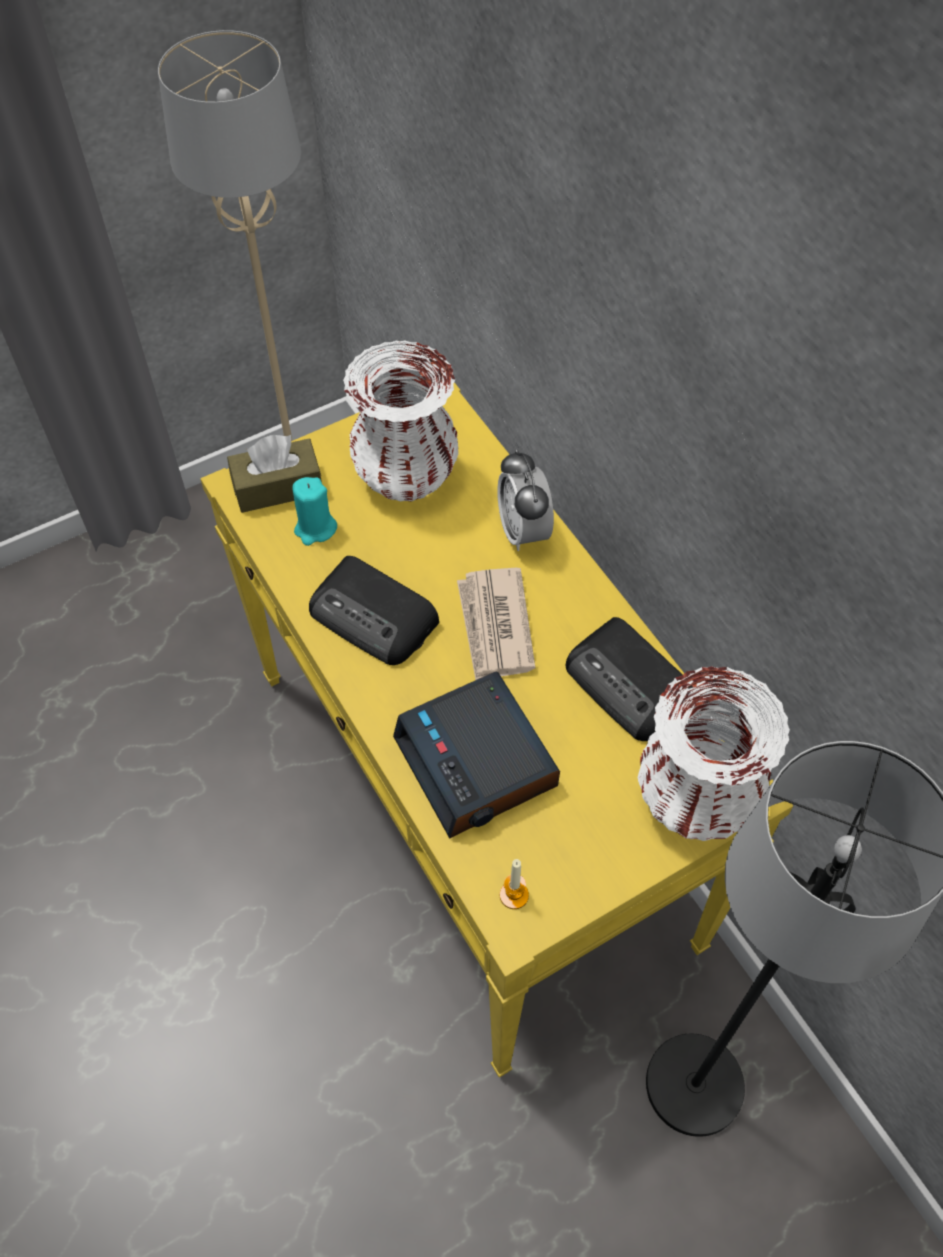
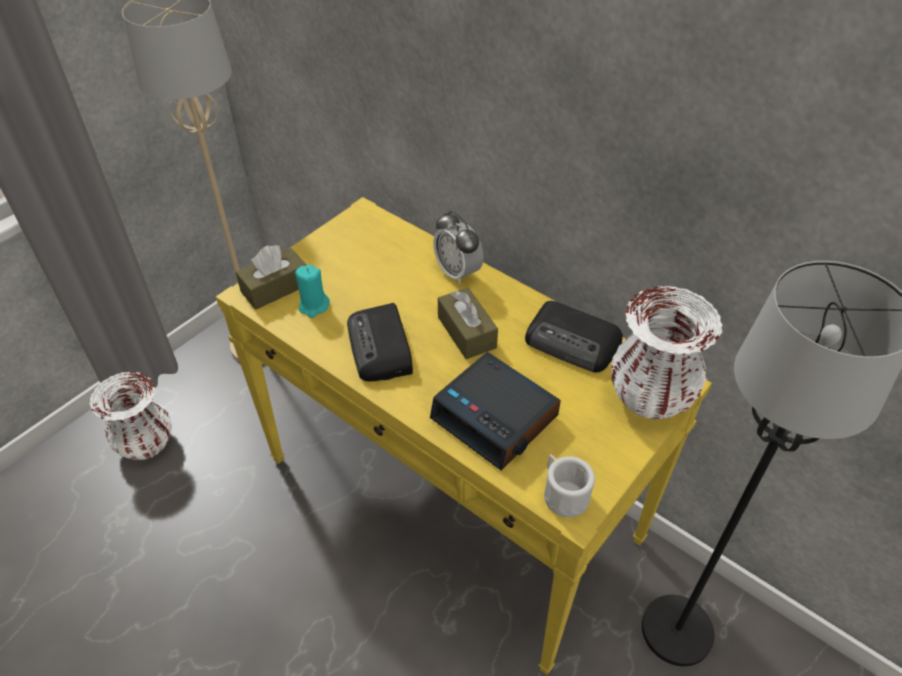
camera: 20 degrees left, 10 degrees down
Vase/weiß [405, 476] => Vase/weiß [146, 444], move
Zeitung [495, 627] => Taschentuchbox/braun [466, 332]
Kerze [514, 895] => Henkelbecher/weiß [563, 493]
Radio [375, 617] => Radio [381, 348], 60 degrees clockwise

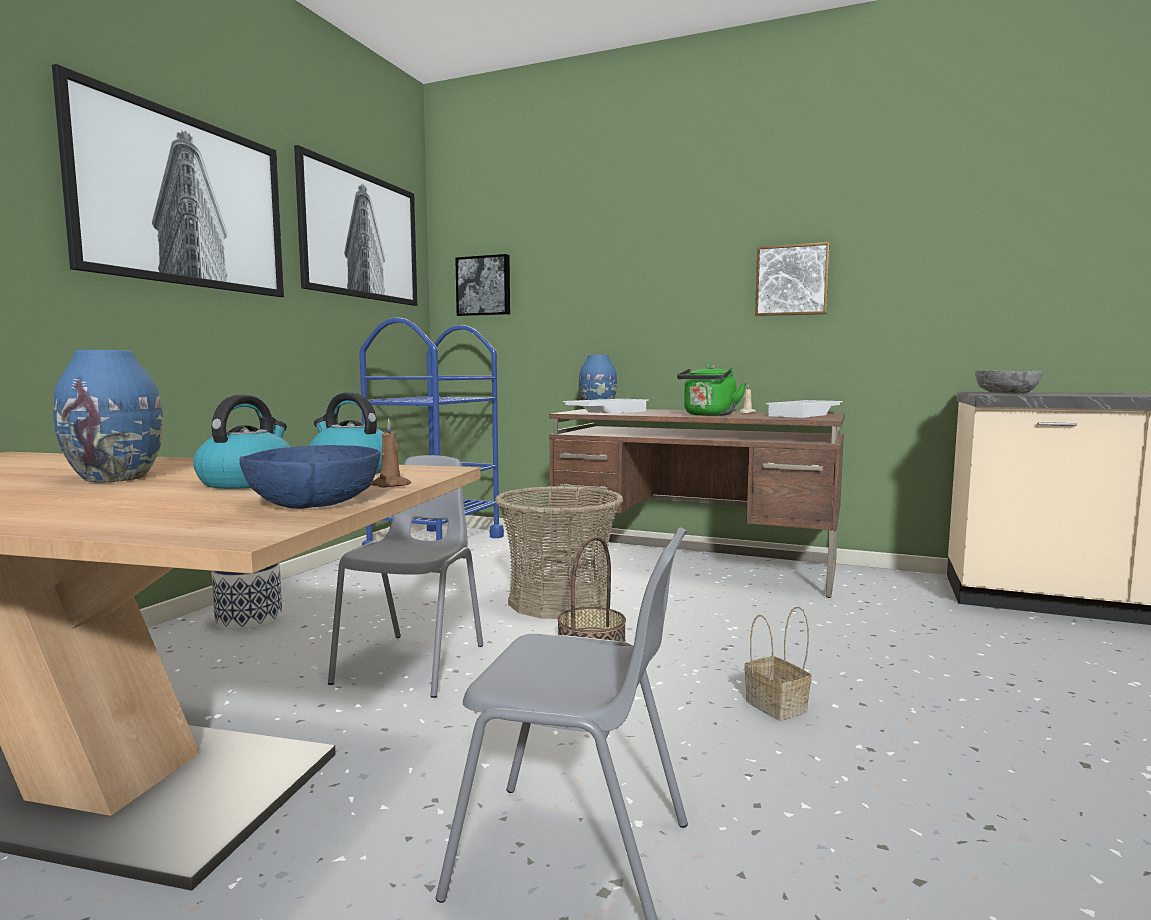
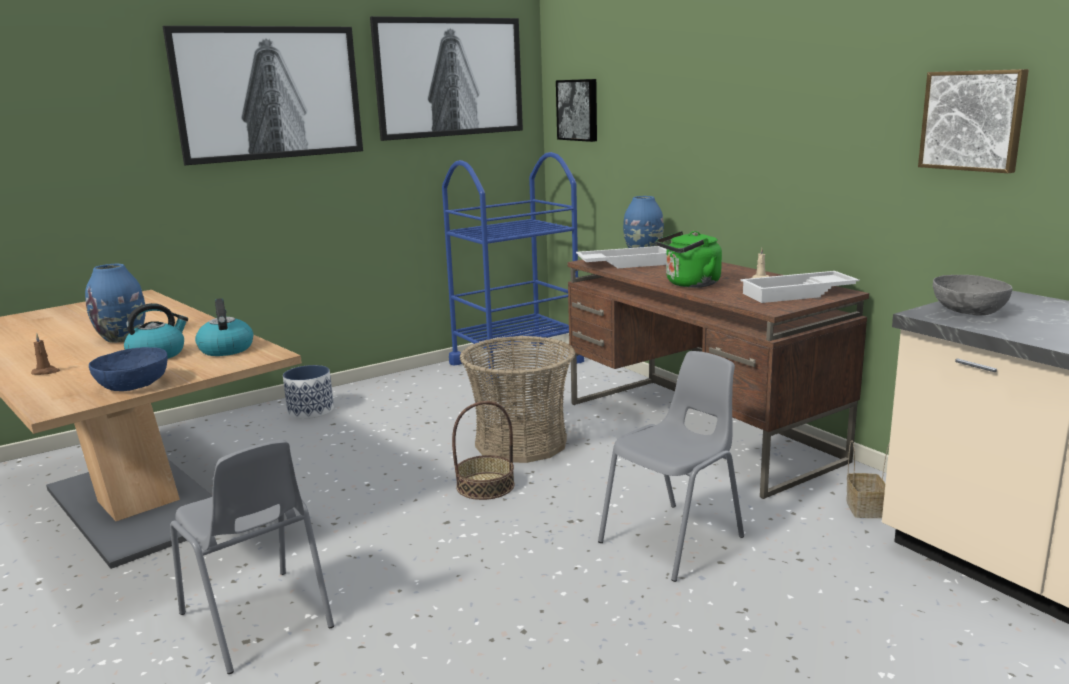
camera: 35 degrees right, 10 degrees up
Stuhl/grau [414, 663] => Stuhl/grau [674, 540], move
Kerze/braun [392, 485] => Kerze/braun [46, 372], move
Korb [778, 706] => Korb [866, 509], move
Bild [792, 280] => Bild [973, 120], move

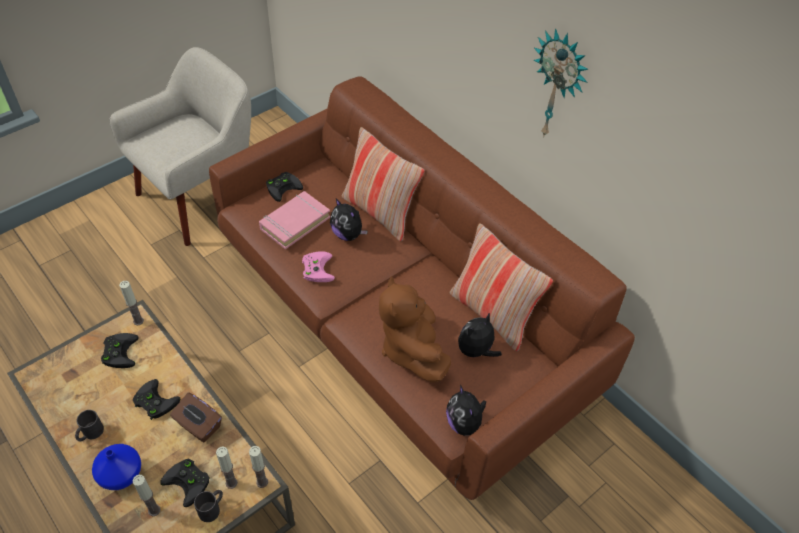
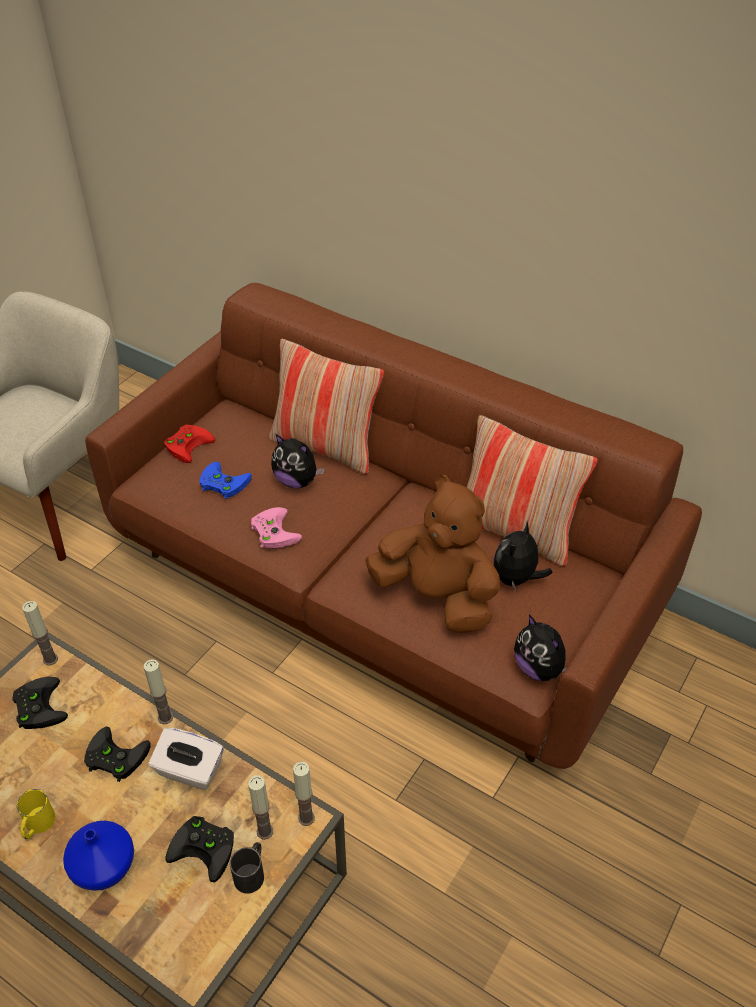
camera: 15 degrees left, 5 degrees down
Wanduhr [558, 86] => nothing
Kerze [154, 510] => Kerze [165, 717], move
Buch/rosa [294, 223] => Gamepad/blau [222, 483]
Henkelbecher/schwarz [90, 433] => Henkelbecher/gelb [37, 825]
Taschentuchbox/braun [198, 426] => Taschentuchbox/weiß [189, 771]
Gamepad/schwarz [283, 187] => Gamepad/rot [188, 444]
Plüschtier/braun [412, 349] => Plüschtier/braun [437, 597], 150 degrees clockwise

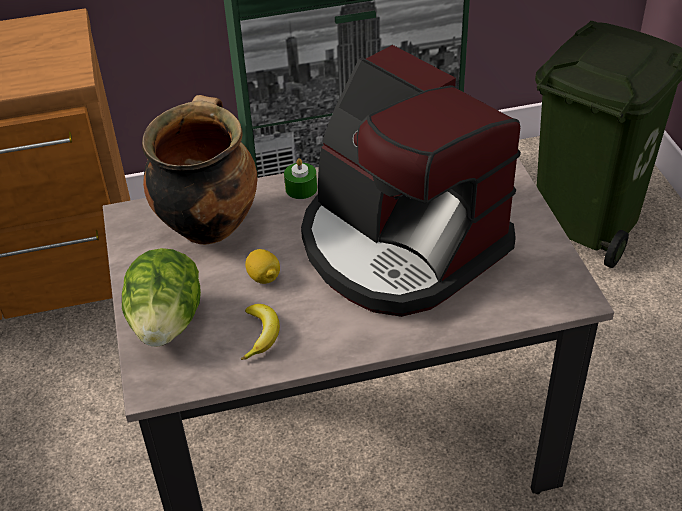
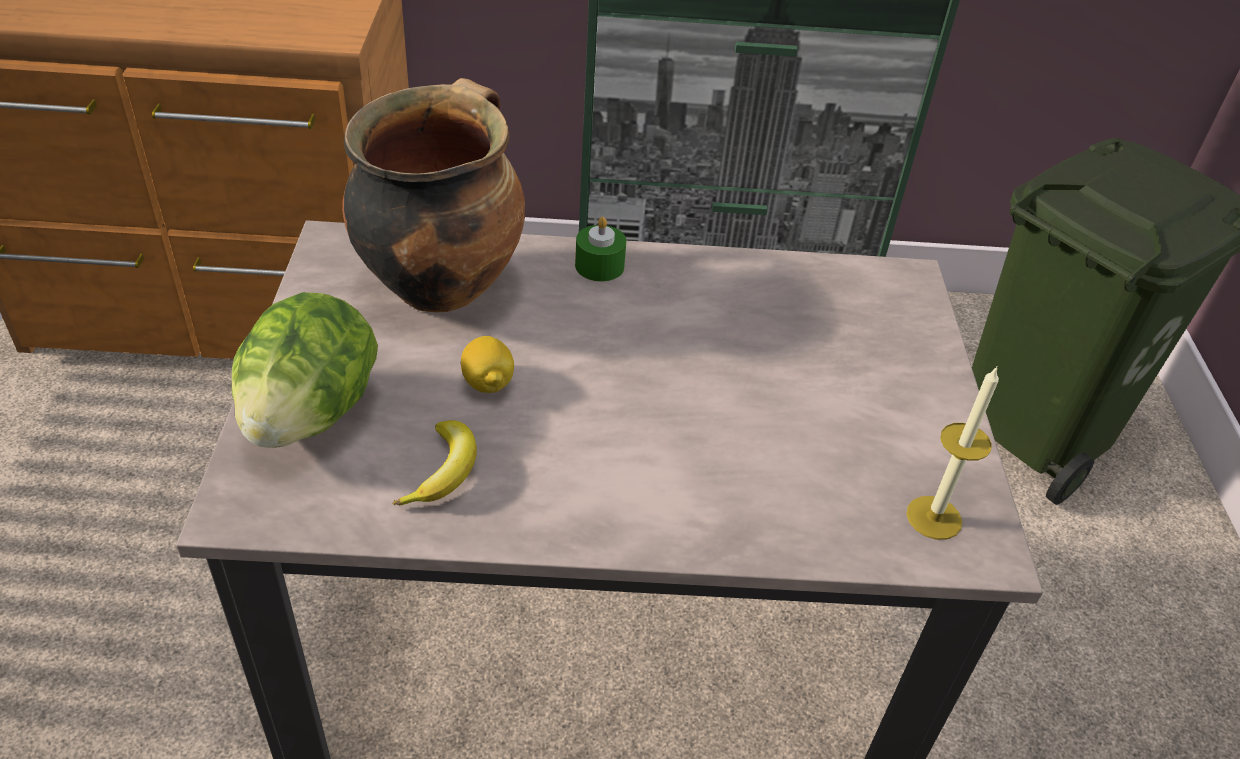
camera: 10 degrees right, 0 degrees up
Kaffeemaschine [400, 245] => nothing
nothing => Kerze [934, 517]

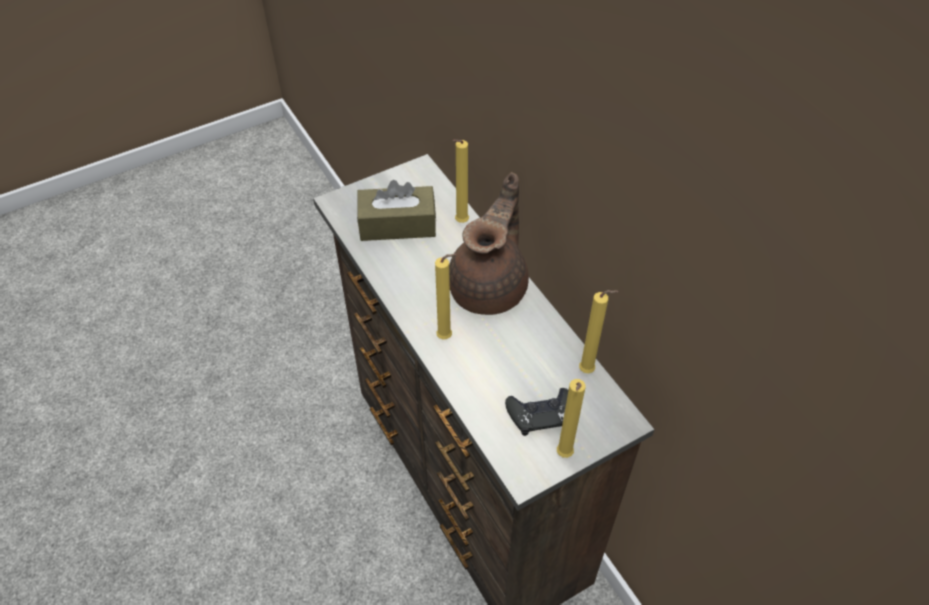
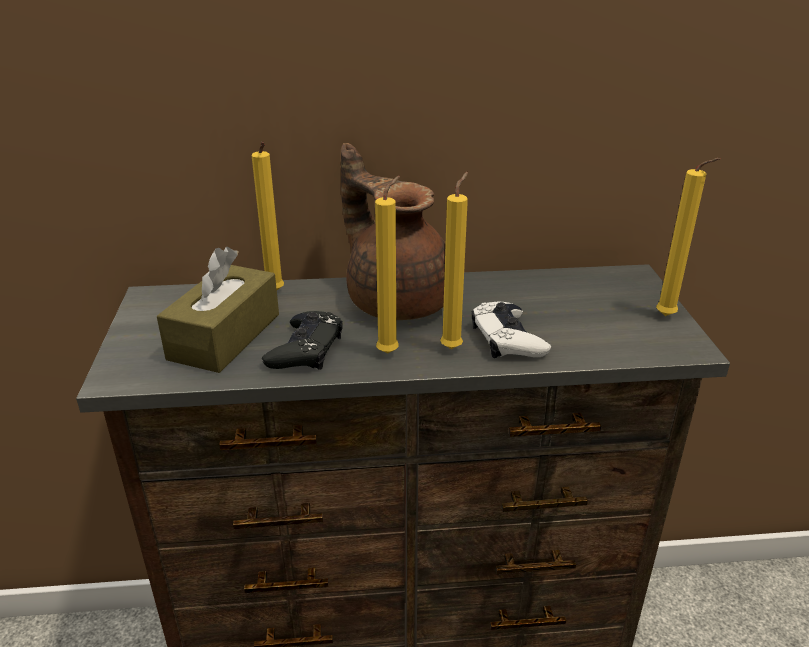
camera: 65 degrees left, 20 degrees down
nothing => Gamepad/weiß [507, 338]
Gamepad/schwarz [540, 414] => Gamepad/schwarz [305, 349], move
Kerze/gelb [589, 371] => Kerze/gelb [390, 352], move

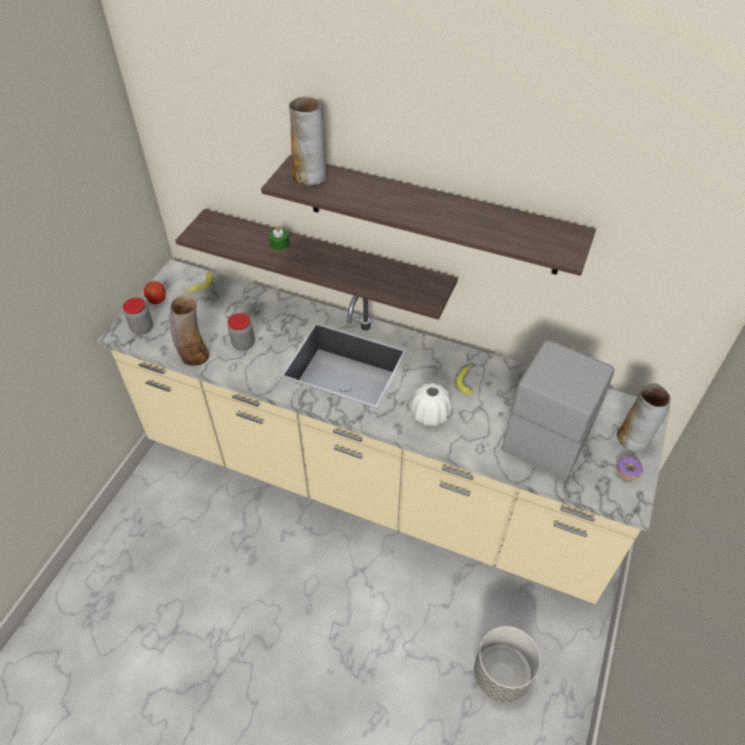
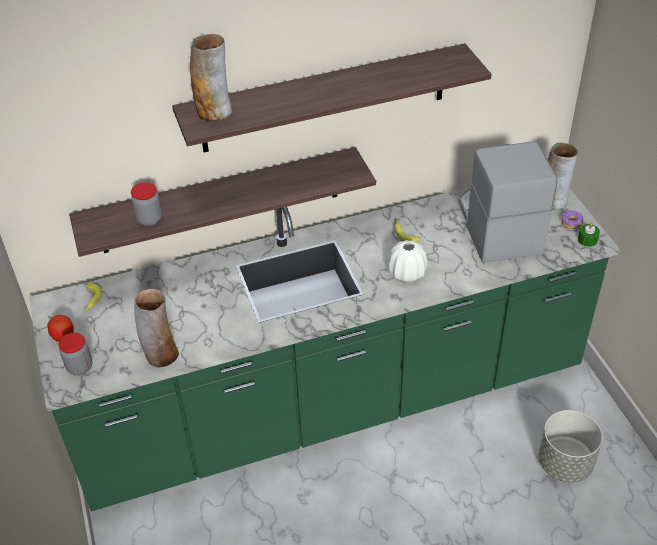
camera: 40 degrees left, 5 degrees down
Vorratsglas [243, 344] => Vorratsglas [149, 219], move
Kerze/grün [279, 244] => Kerze/grün [587, 240], move
Küchenzeile/beige [372, 484] => Küchenzeile/grün [333, 406]

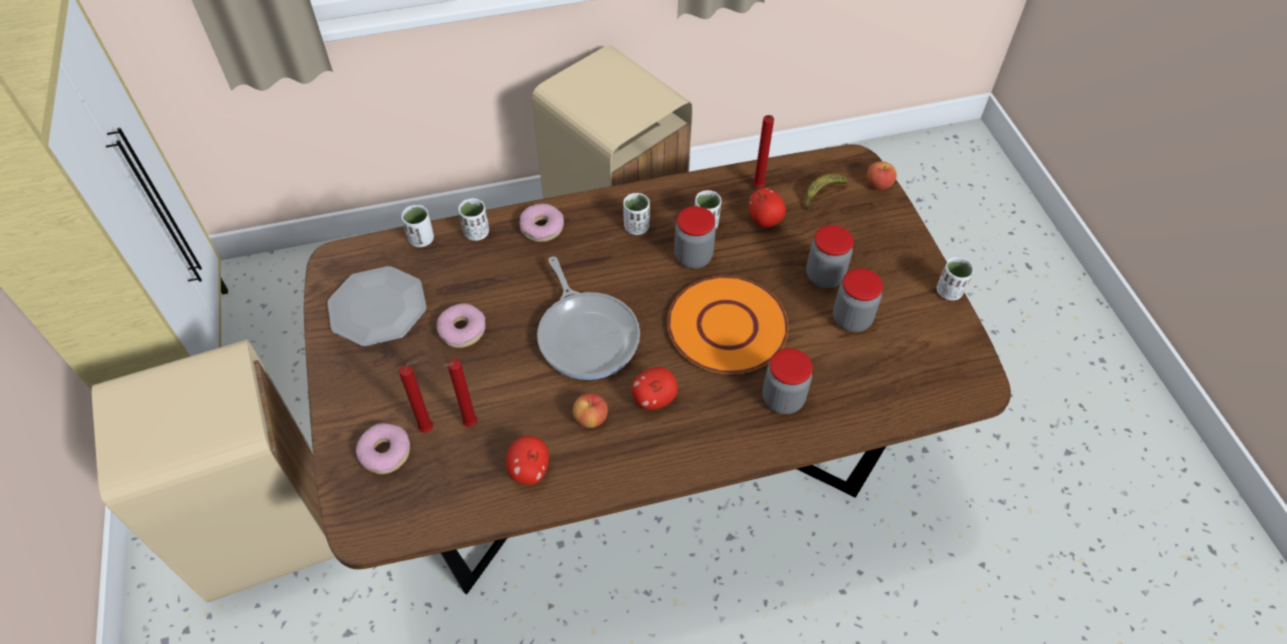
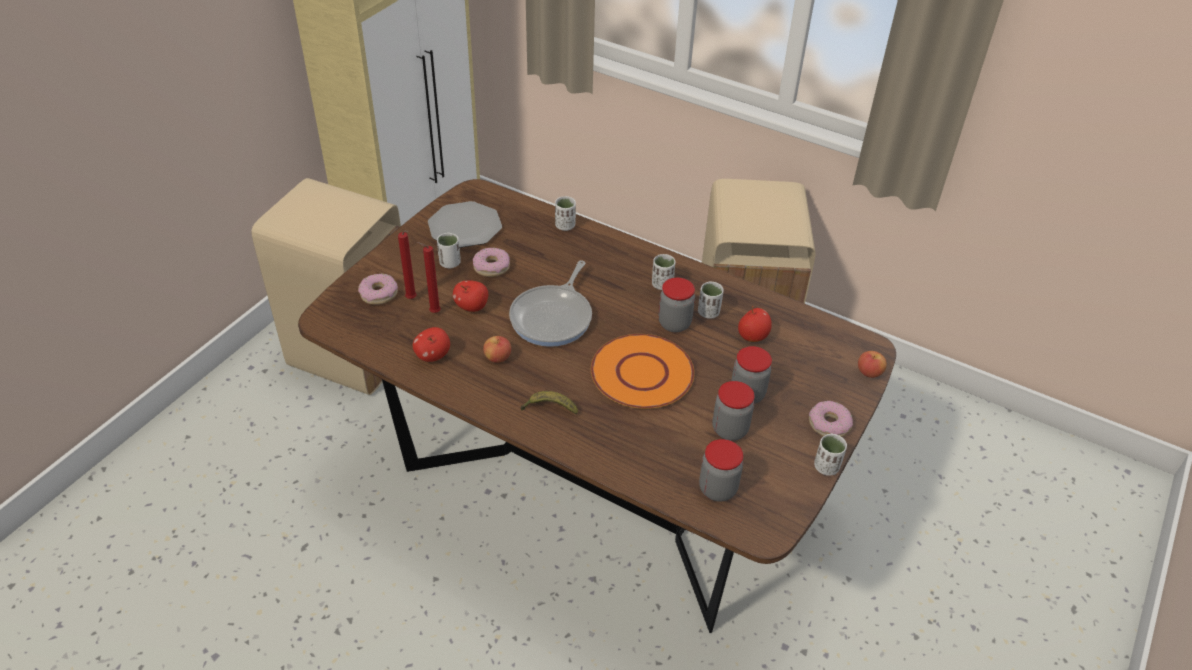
camera: 45 degrees right, 10 degrees down
Kerze/rot [758, 188] => nothing
Tasse/weiß [421, 239] => Tasse/weiß [450, 263], move
Donut [542, 227] => Donut [829, 424], move
Apfel [654, 399] => Apfel [472, 307], move
Vorratsglas [783, 399] => Vorratsglas [717, 489], move
Banane [821, 194] => Banane [549, 408], move

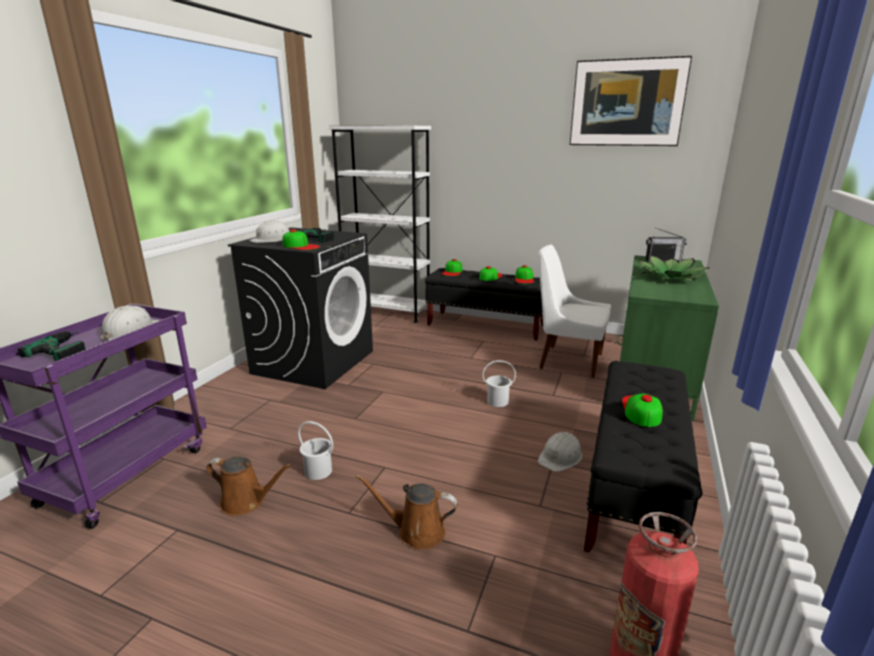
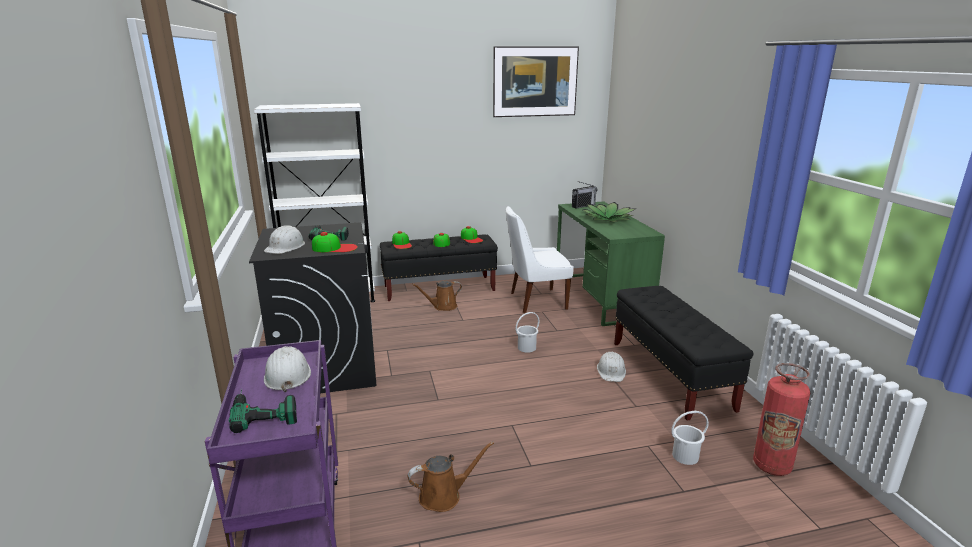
camera: 35 degrees left, 0 degrees up
Kappe [641, 410] => nothing
Eimer/weiß [318, 471] => Eimer/weiß [684, 456], move
Gießkanne/braun [416, 531] => Gießkanne/braun [442, 307], move

